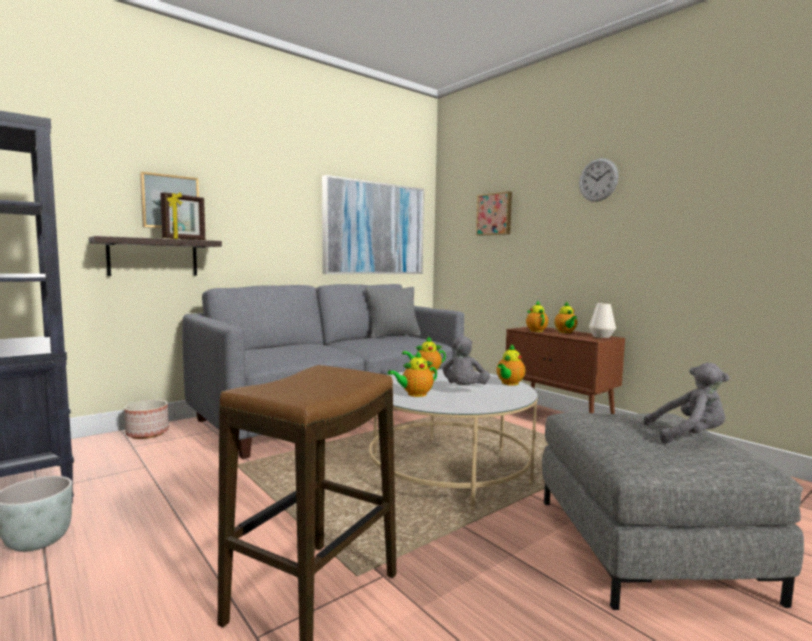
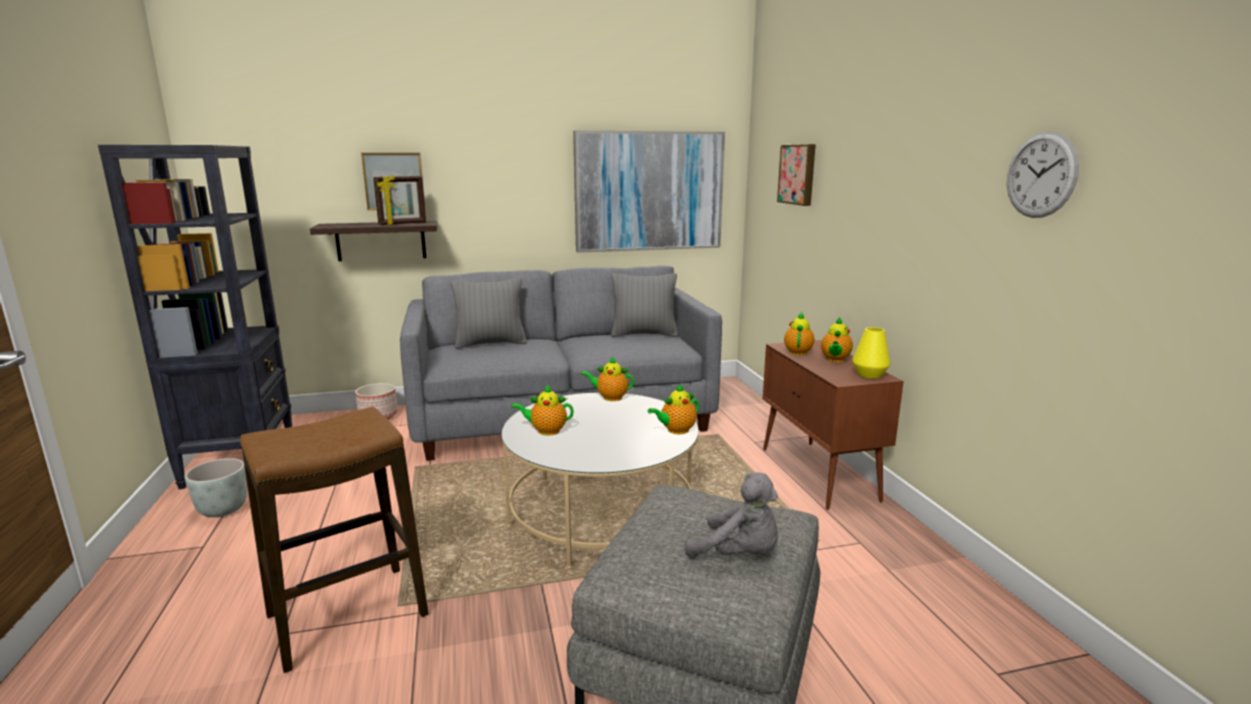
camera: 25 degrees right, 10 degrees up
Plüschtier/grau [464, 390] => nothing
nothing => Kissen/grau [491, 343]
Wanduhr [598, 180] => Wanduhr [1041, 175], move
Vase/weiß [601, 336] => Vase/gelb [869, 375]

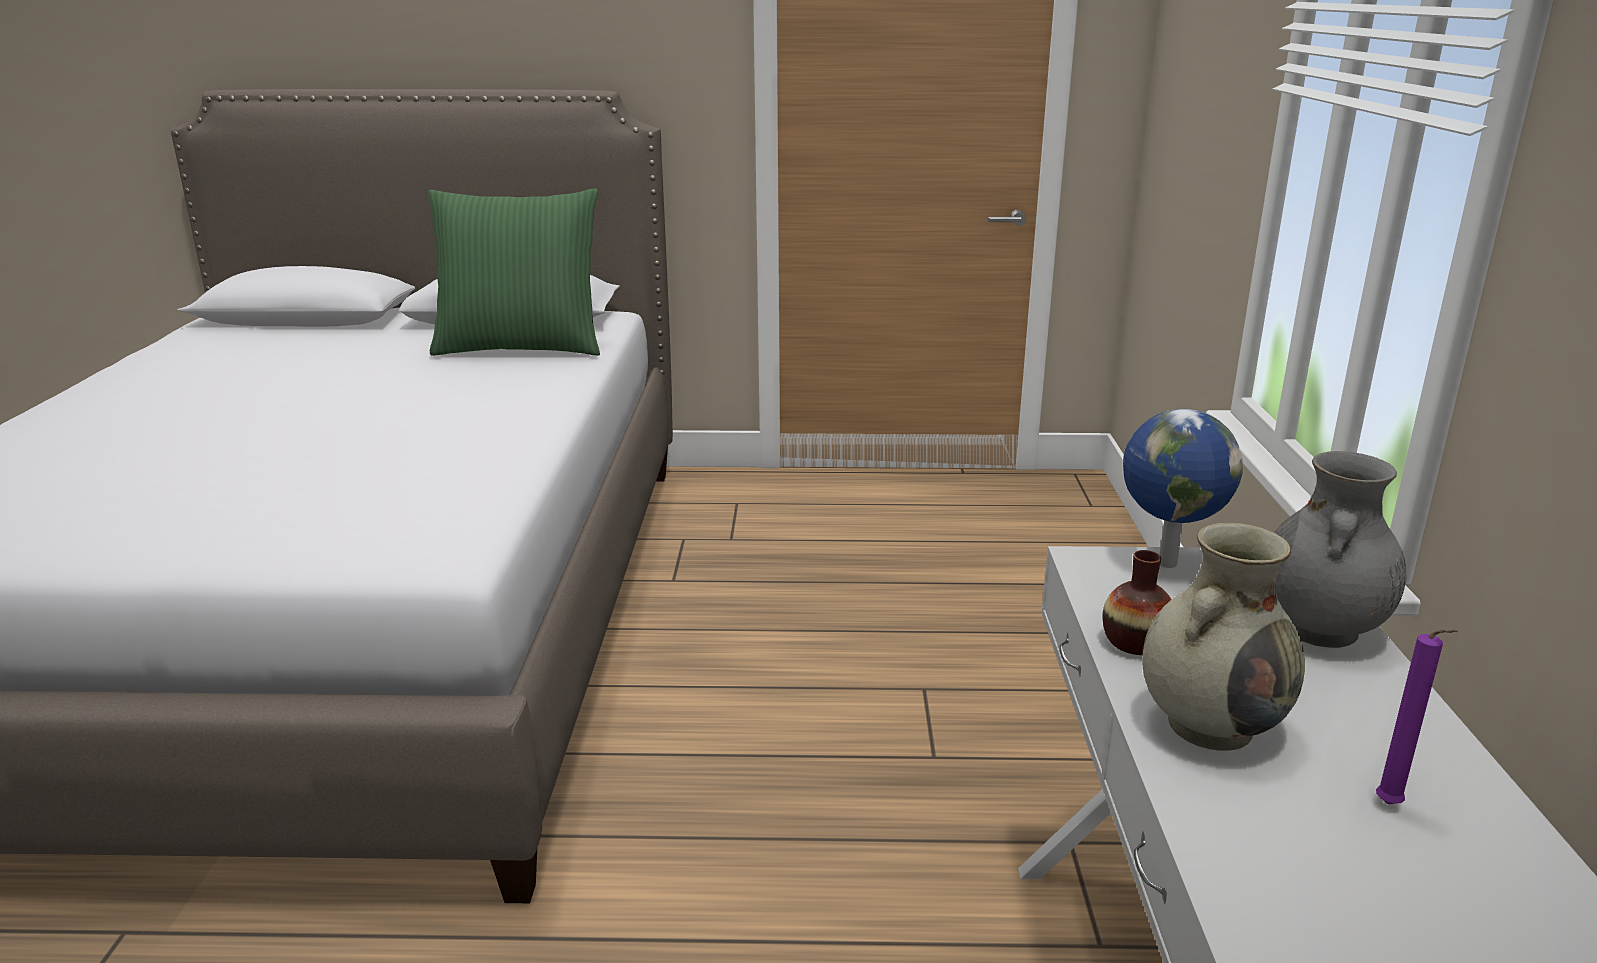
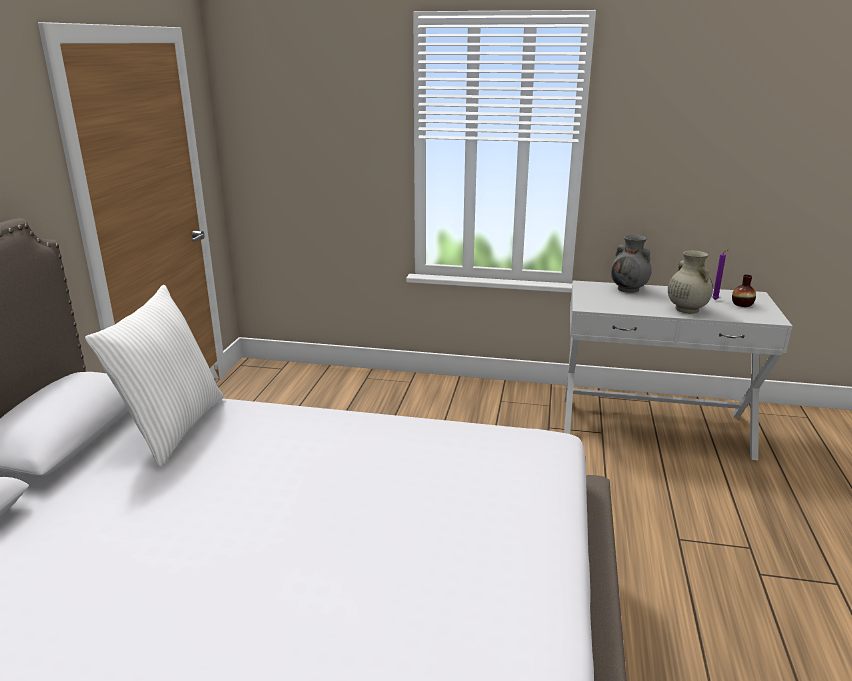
camera: 80 degrees left, 0 degrees up
Globus [1164, 563] => nothing
Vase [1135, 642] => Vase [742, 304], move
Kissen/grün [521, 348] => Kissen/weiß [172, 428]

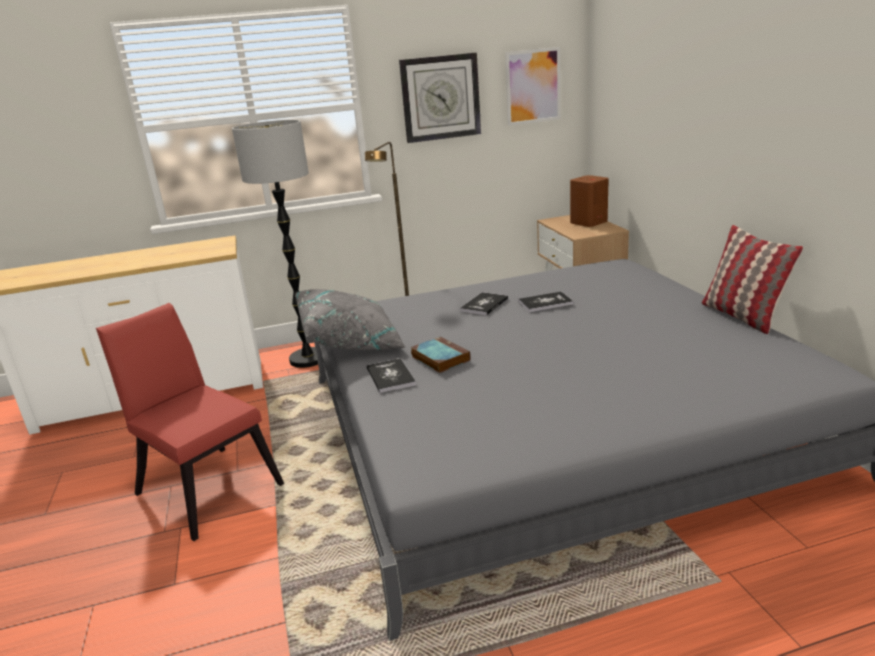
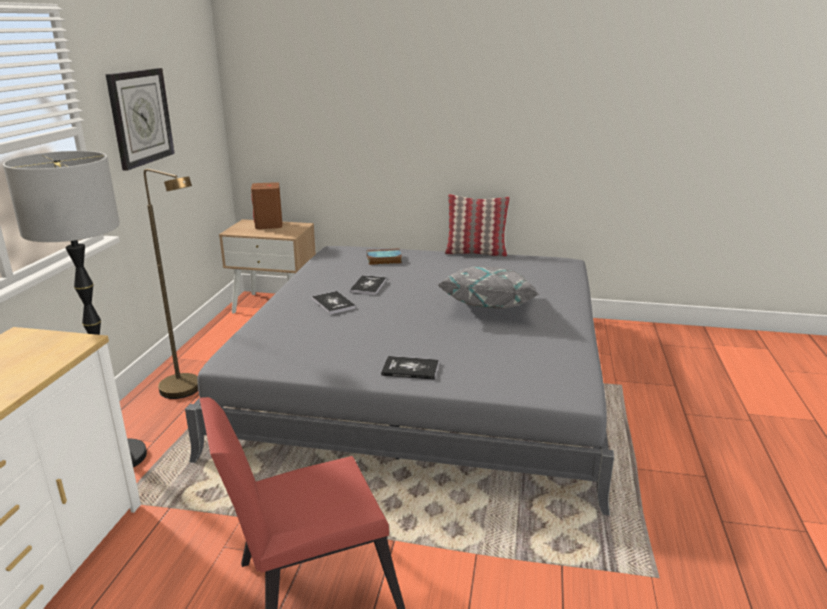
camera: 65 degrees left, 0 degrees up
Bild [533, 86] => nothing
Kissen/grau [351, 342] => Kissen/grau [489, 306], move
Buch [439, 358] => Buch [383, 260], move

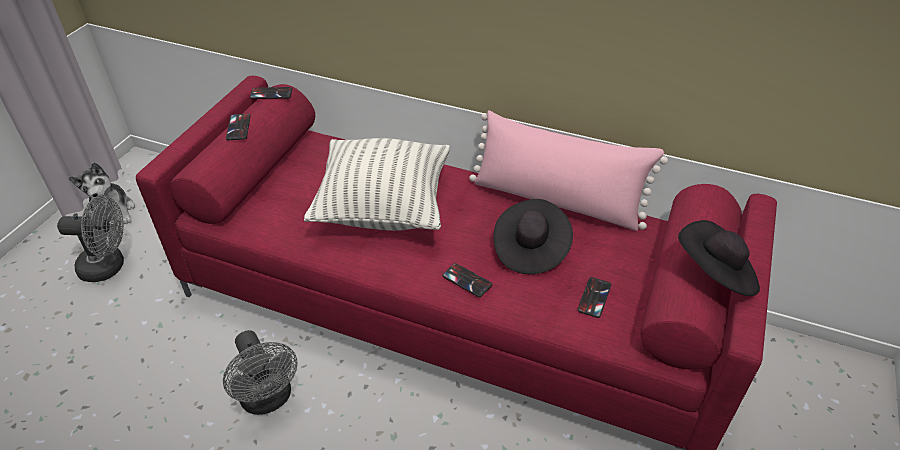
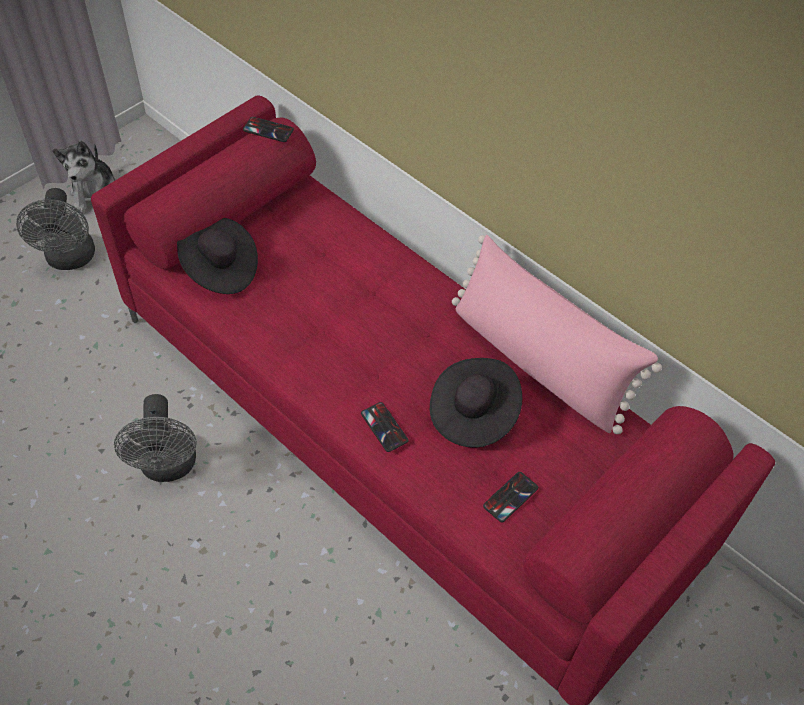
camera: 20 degrees right, 10 degrees up
Handy [238, 127] => nothing
Kissen [383, 208] => nothing
Hut/schwarz [715, 274] => Hut/schwarz [219, 269], move
Ventilator/grau [109, 266] => Ventilator/grau [70, 259], 60 degrees clockwise

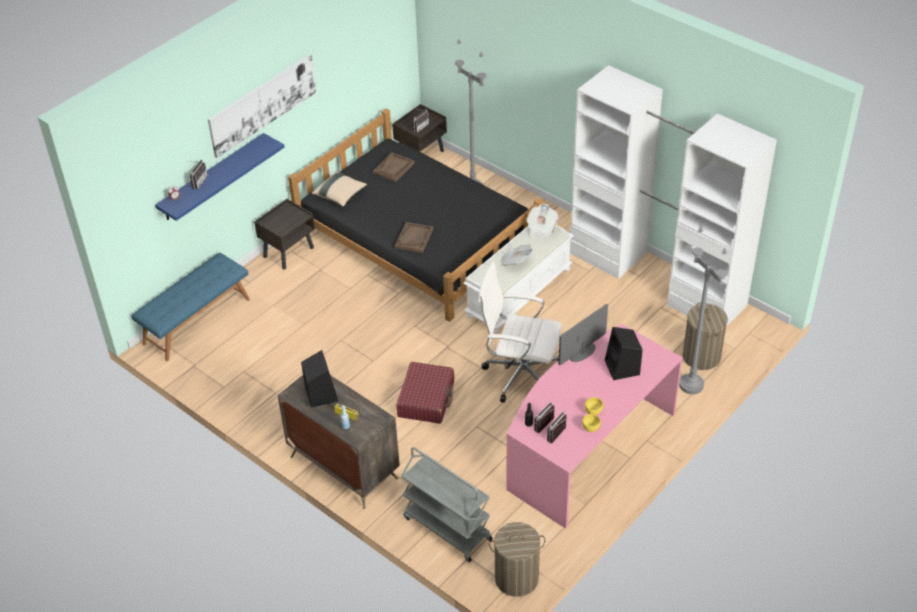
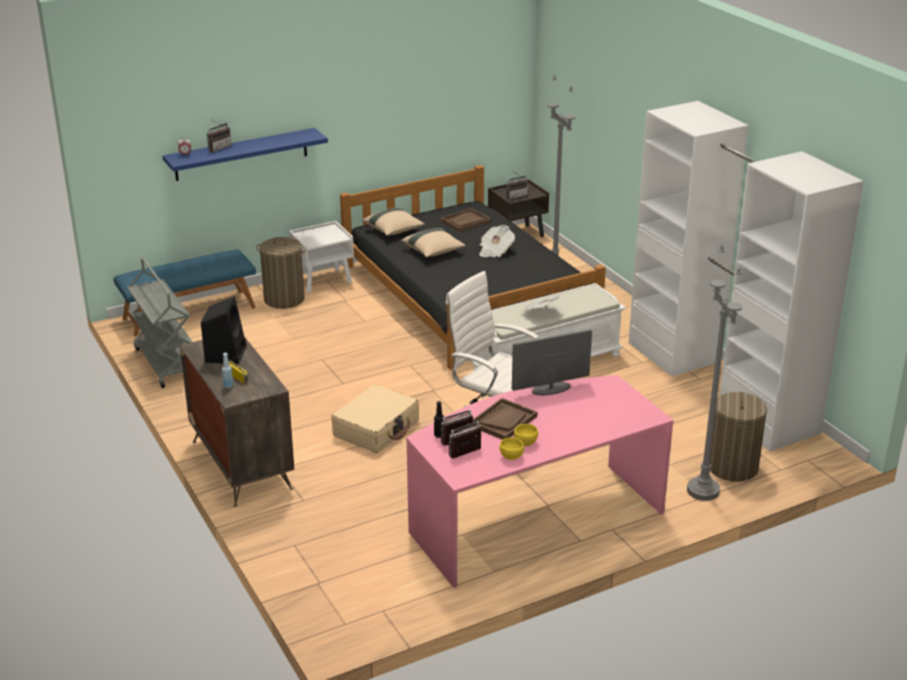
camera: 20 degrees right, 15 degrees down
Bild [262, 104] => nothing
Lautsprecher/schwarz [622, 368] => nothing
nothing => Kissen/beige [433, 251]
Tablett/braun [414, 238] => Tablett/braun [503, 421], move
Rollwagen/grau [446, 528] => Rollwagen/grau [165, 363], move
Wäschekorb [516, 578] => Wäschekorb [284, 299], move
Zeitung [541, 229] => Zeitung [495, 251], move
Nachttisch/braun [289, 252] => Nachttisch/weiß [323, 280]
Koffer/rot [426, 399] => Koffer/beige [376, 429]

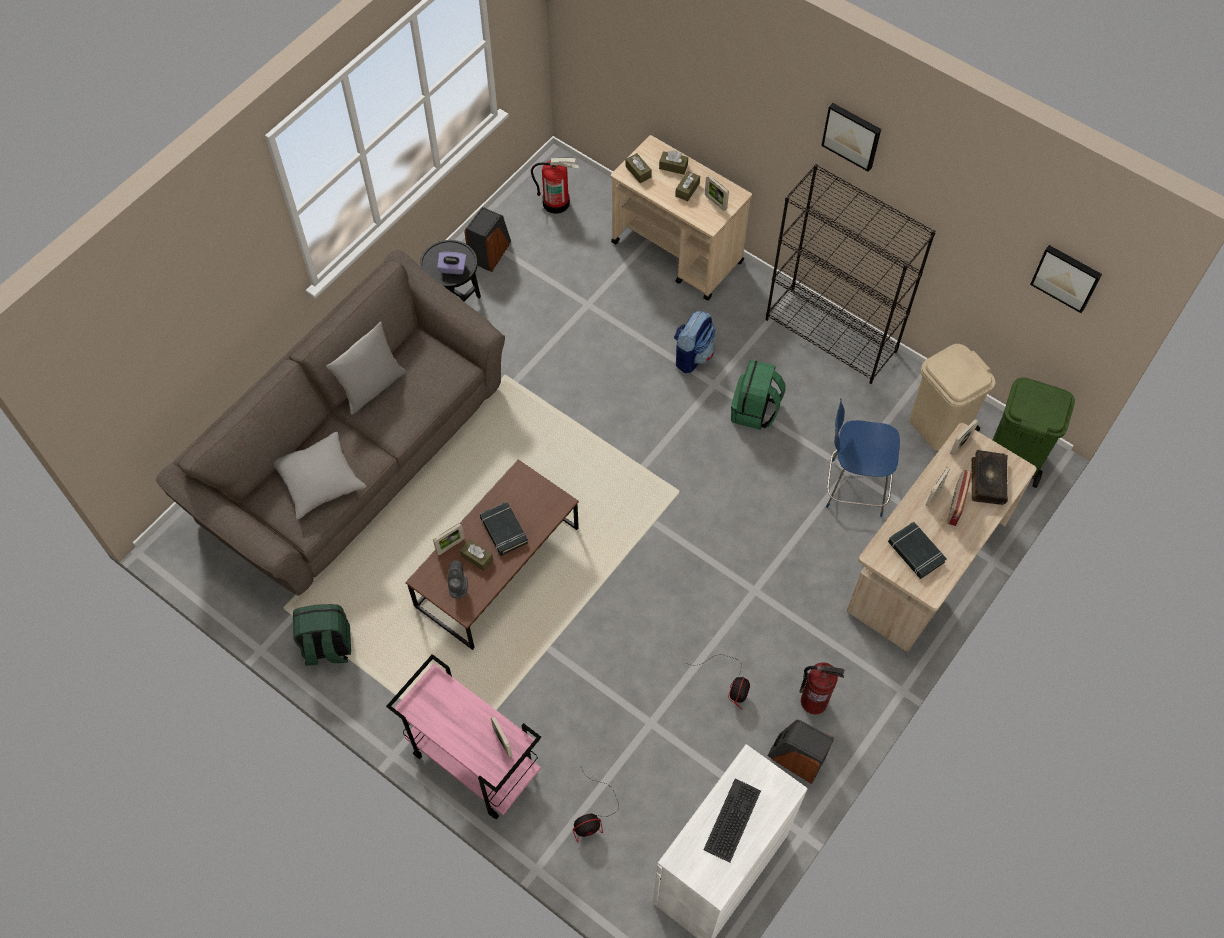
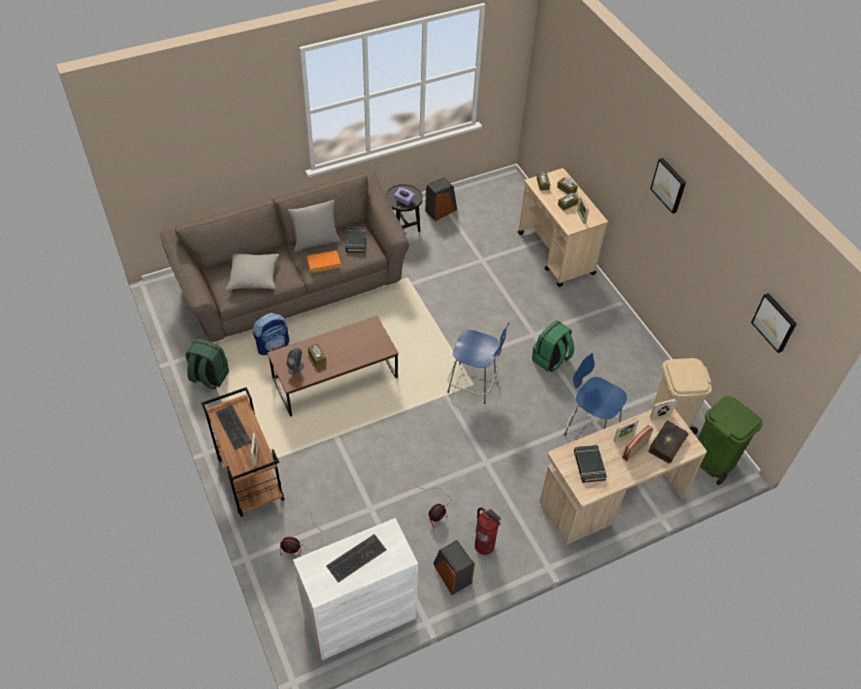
camera: 25 degrees right, 10 degrees down
Bilderrahmen [450, 546] => nothing
Feuerlöscher [556, 202] => nothing
Bücherregal/schwarz [831, 335] => nothing
nothing => Tastatur [232, 427]
nothing => Buch/orange [323, 263]
nothing => Stuhl/blau [473, 384]
Buch/schwarz [503, 530] => Buch/schwarz [355, 241], move
Rucksack [692, 355] => Rucksack [273, 345], move
Rollwagen/rosa [473, 761] => Rollwagen/braun [249, 478]

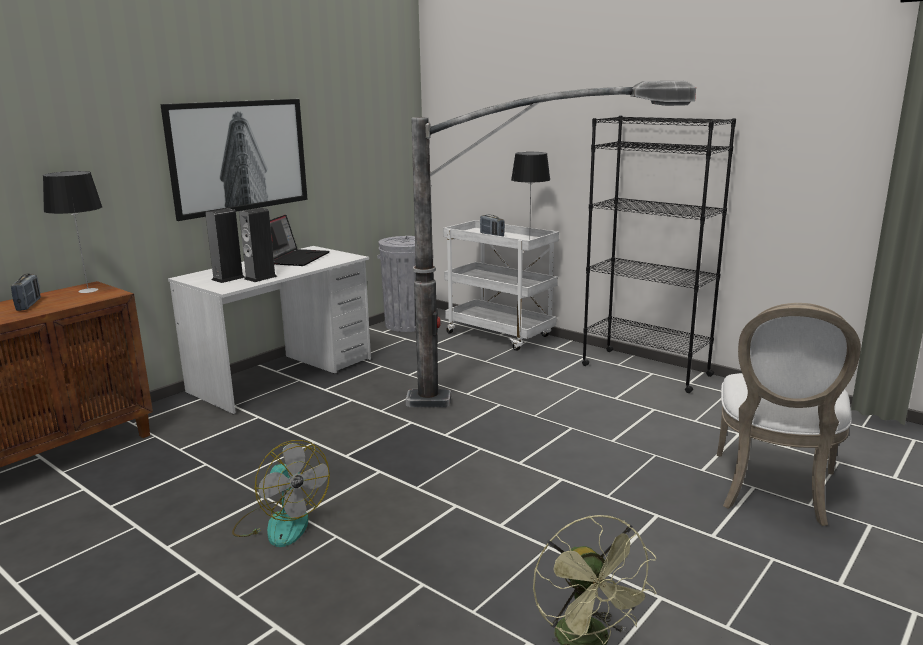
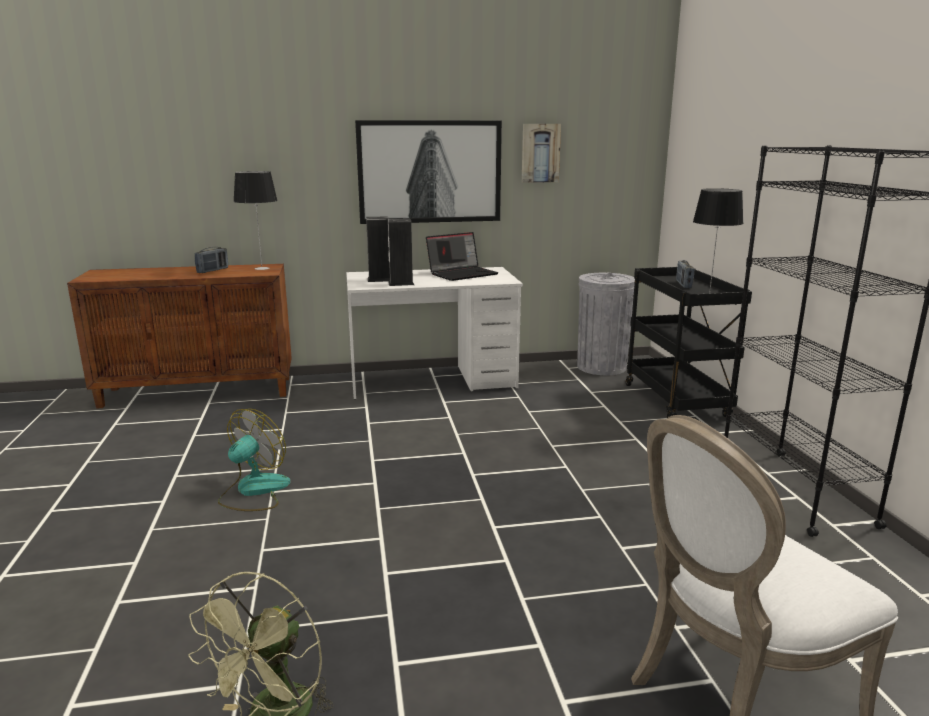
camera: 40 degrees right, 0 degrees up
Stehlampe [536, 401] => nothing
nothing => Bild [540, 153]
Rollwagen/weiß [501, 335] => Rollwagen/schwarz [677, 402]
Ventilator [281, 523] => Ventilator [254, 491], 150 degrees counterclockwise

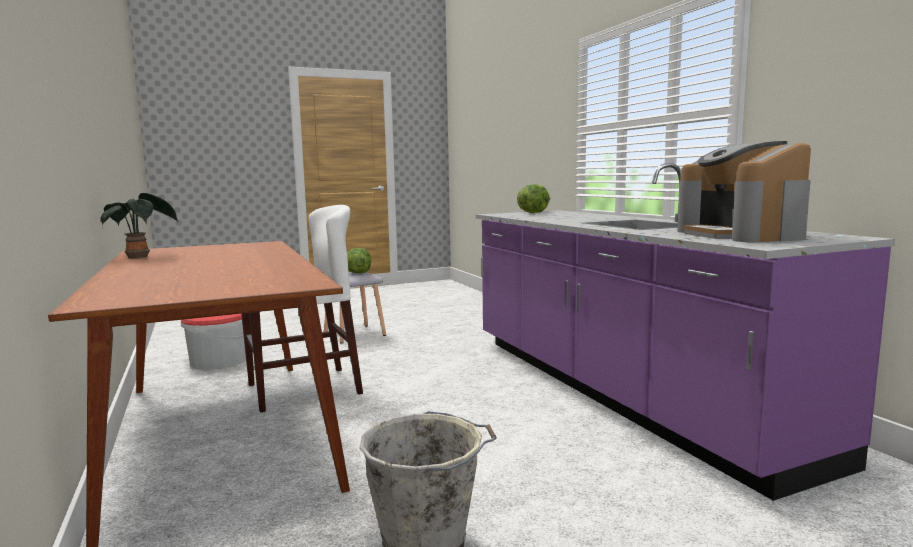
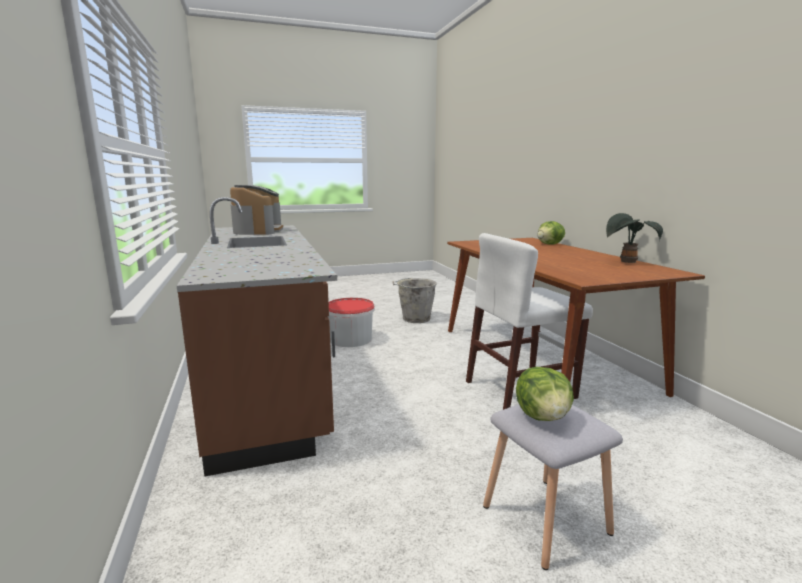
camera: 175 degrees left, 5 degrees up
Eimer [219, 360] => Eimer [351, 339], move
Salatkopf [533, 213] => Salatkopf [550, 244], move
Küchenzeile/lila [619, 391] => Küchenzeile/braun [267, 371]

